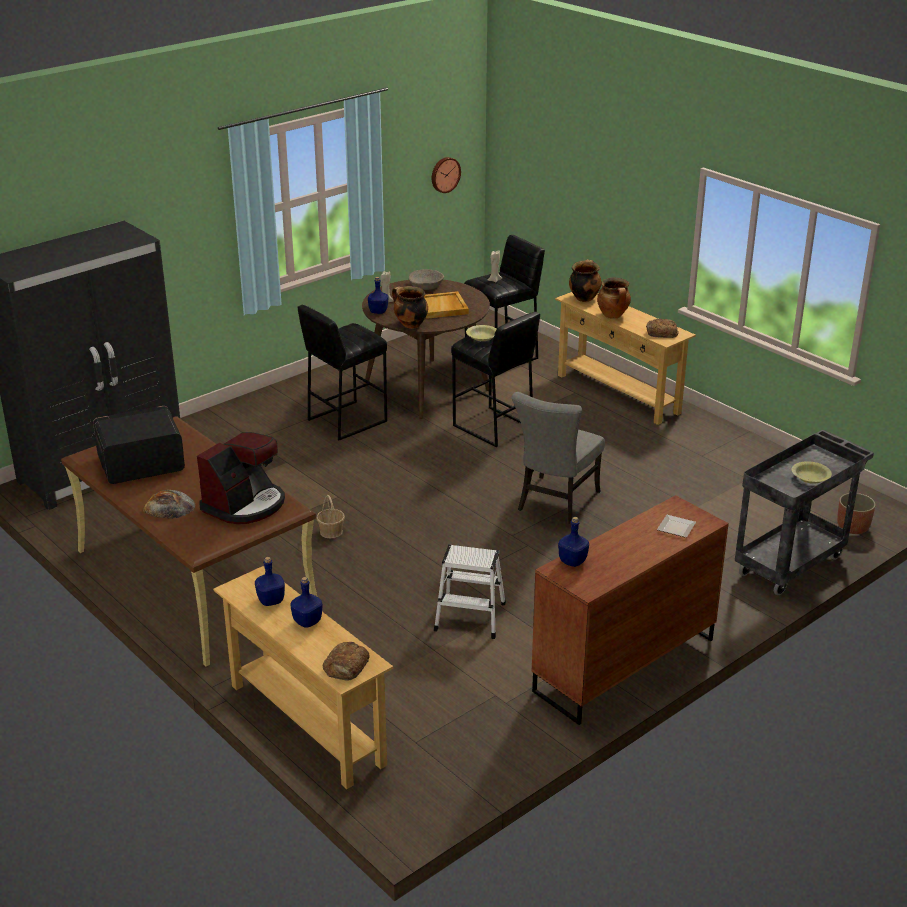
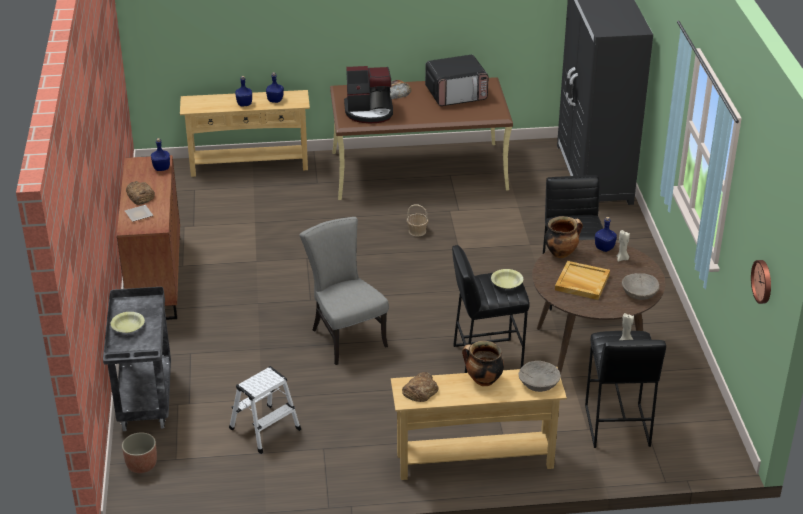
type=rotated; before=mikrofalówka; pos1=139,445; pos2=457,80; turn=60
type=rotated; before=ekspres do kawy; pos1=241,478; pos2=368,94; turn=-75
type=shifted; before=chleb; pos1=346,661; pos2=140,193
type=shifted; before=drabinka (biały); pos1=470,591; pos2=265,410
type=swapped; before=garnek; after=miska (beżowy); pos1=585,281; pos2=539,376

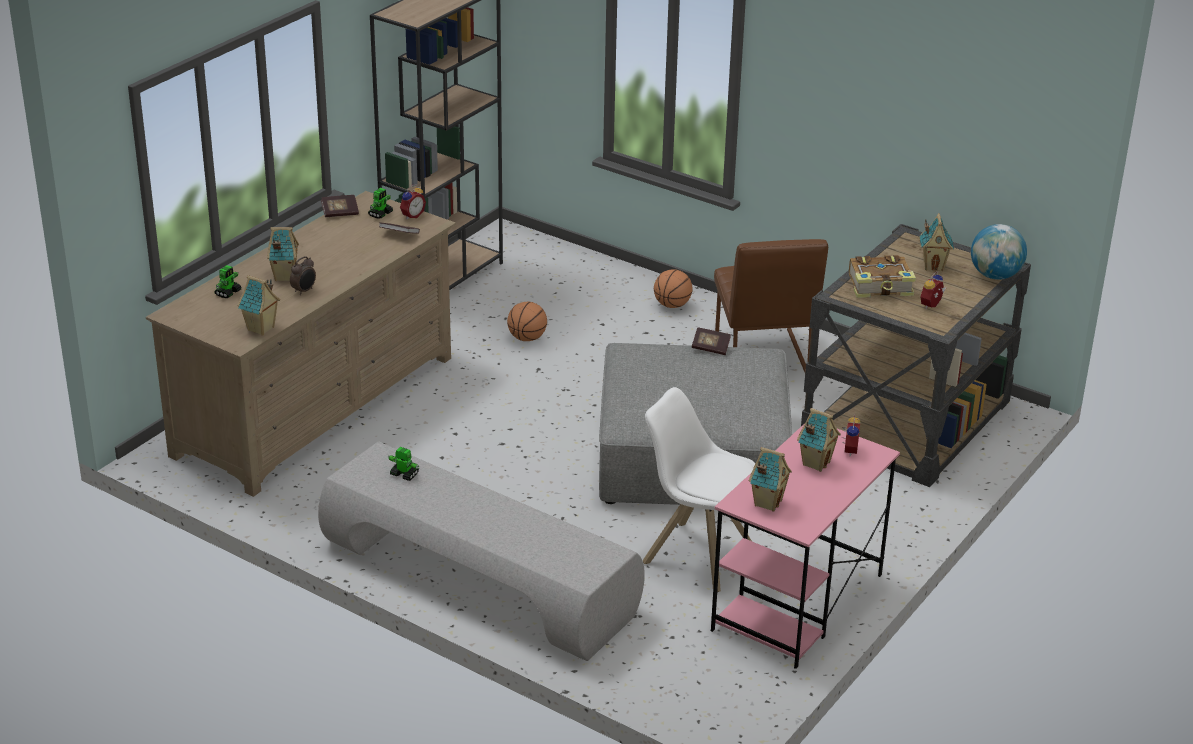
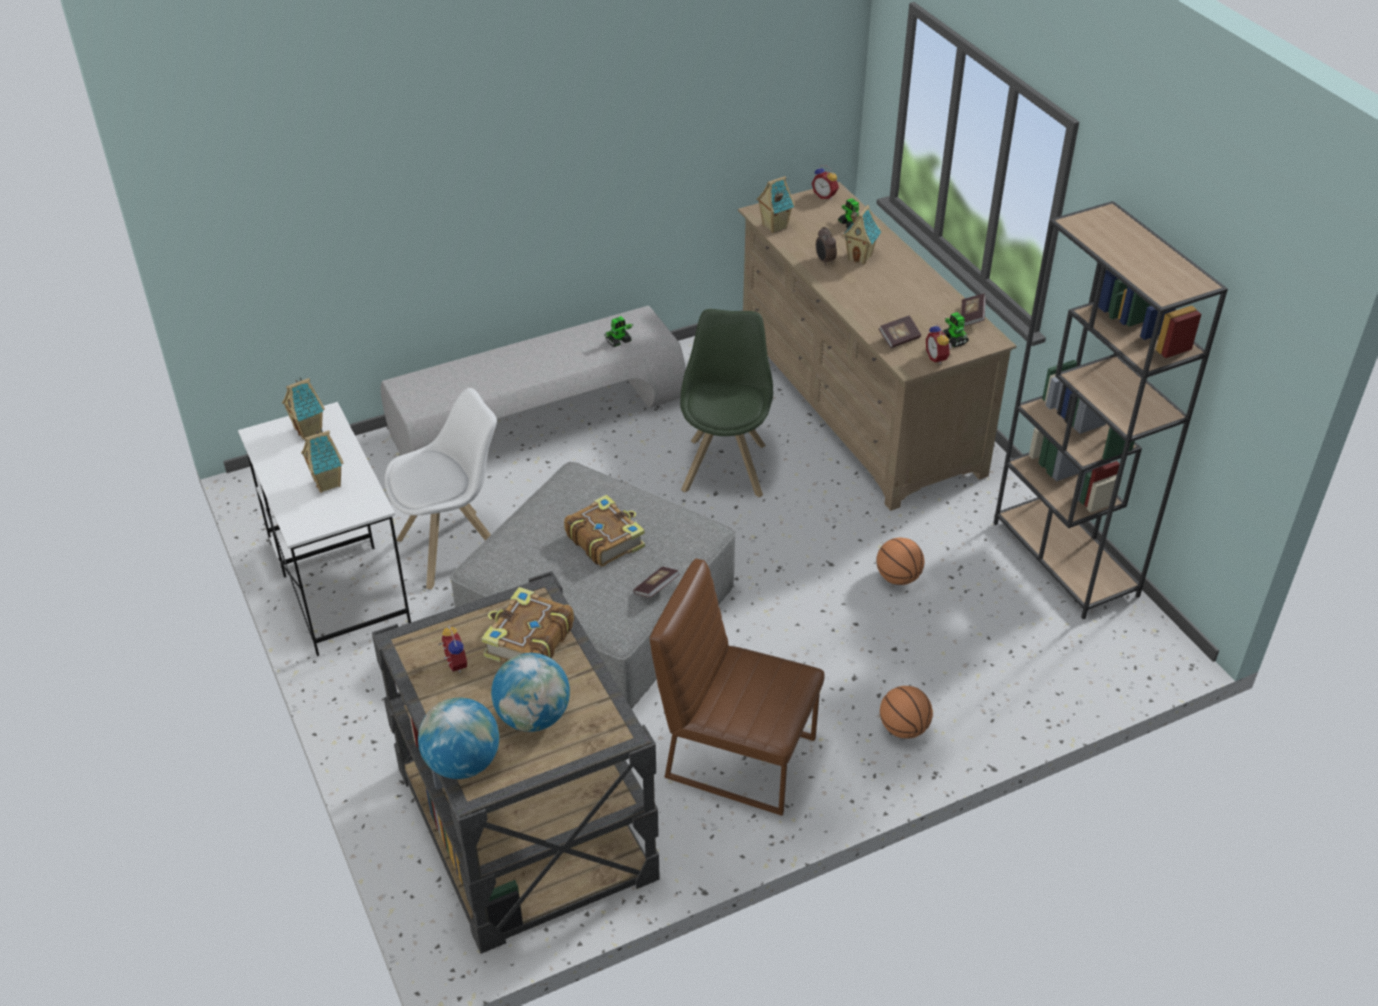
type=repainted; before=biurko (różowy); after=biurko (biały); pos1=805,546; pos2=324,529
type=shifted; before=budzik; pos1=850,435; pos2=825,182
type=swapped; before=domek; after=globus; pos1=937,242; pos2=530,692
type=new; after=książka; pos2=604,531
type=new; after=krzesło (zielony); pos2=726,403

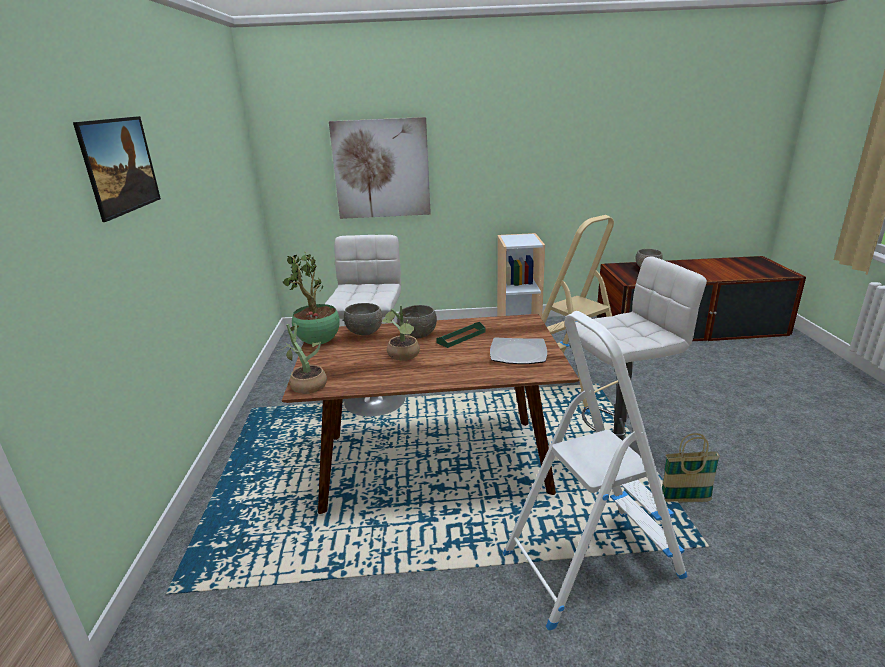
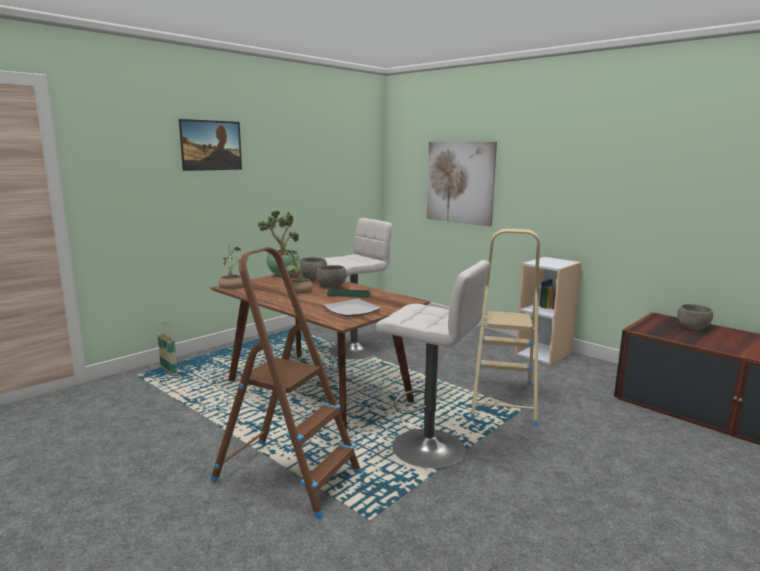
type=repainted; before=drabinka (biały); after=drabinka (brązowy); pos1=595,470; pos2=286,383
type=shifted; before=koszyk; pos1=691,467; pos2=167,349

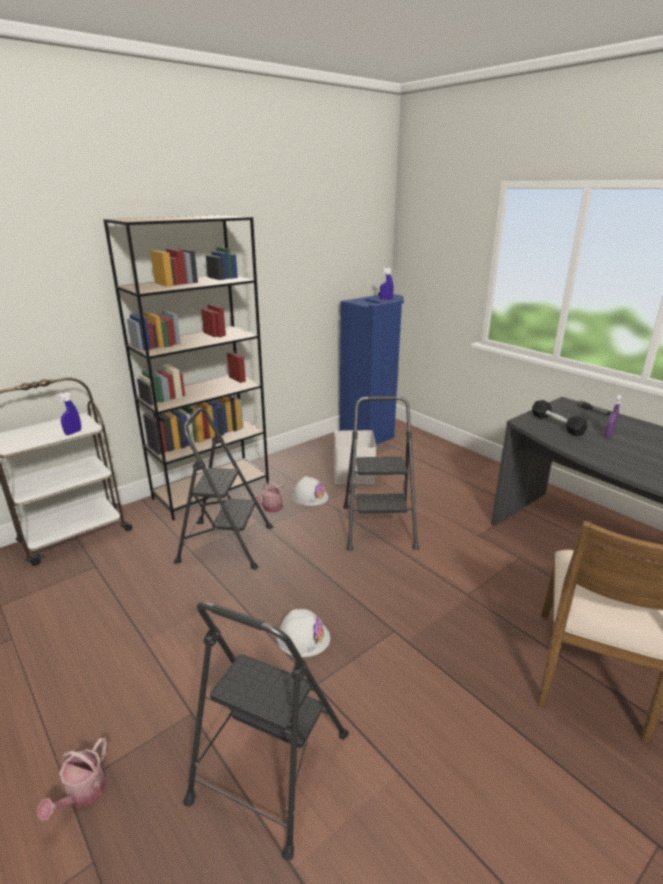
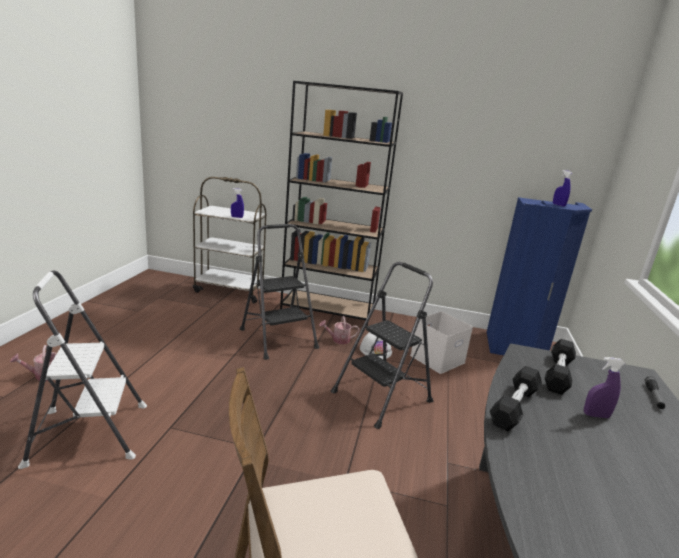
type=repainted; before=drabinka (czarny); after=drabinka (biały); pos1=266,731; pos2=82,370
type=gone; before=kask (biały); pos1=303,633
type=new; after=hantel (czarny); pos2=516,399

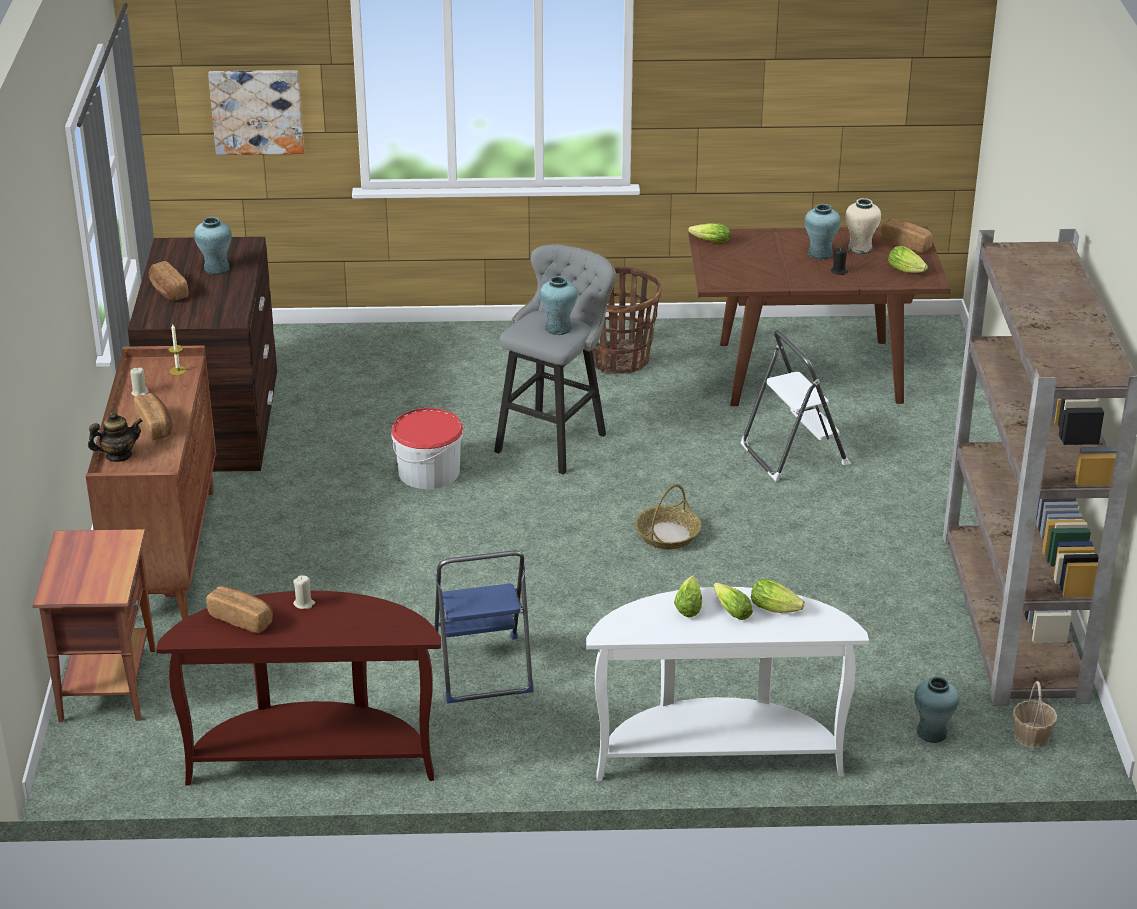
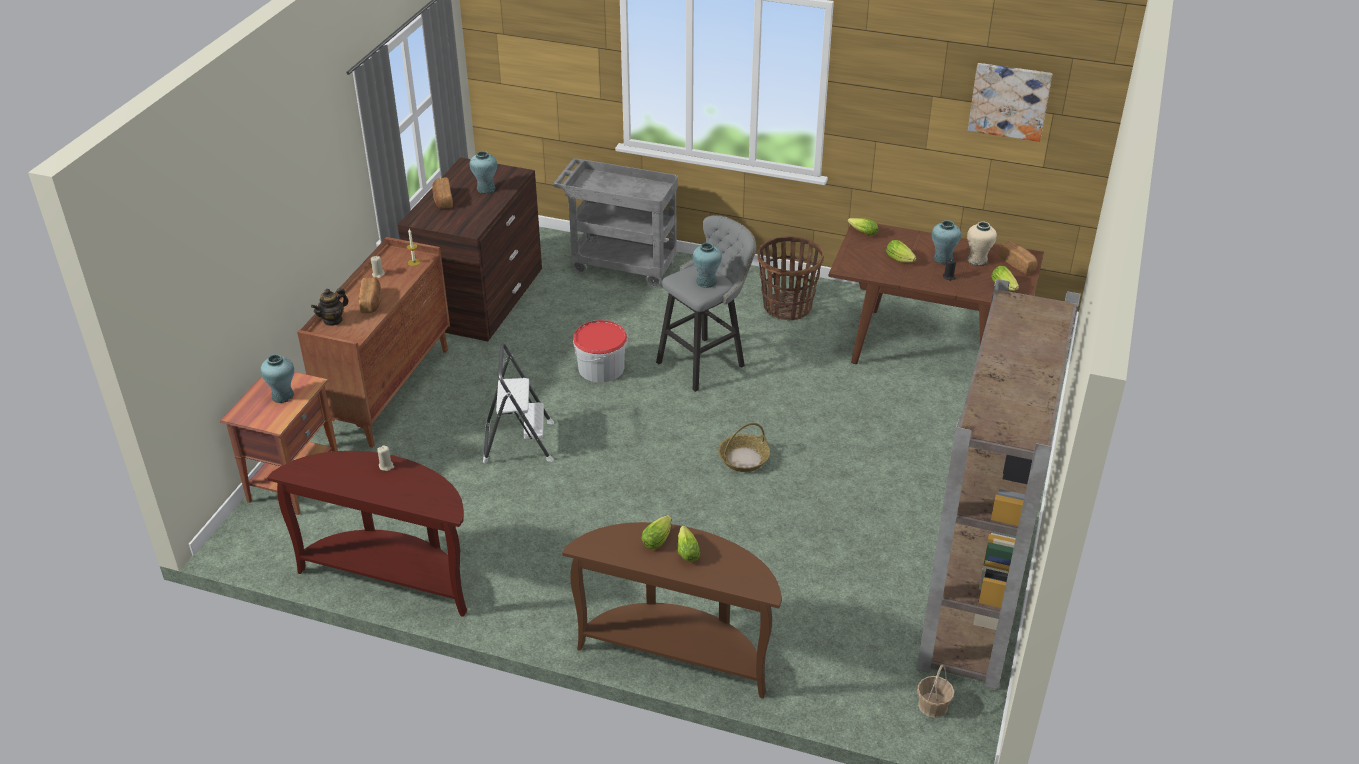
type=rotated; before=imbryk; pos1=115,437; pos2=329,307; turn=135
type=gone; before=chleb; pos1=239,609
type=shifted; before=obraz; pos1=256,112; pos2=1010,102
type=gone; before=drabinka (niebieski); pos1=484,627
type=repainted; before=stolik konsolowy (biały); after=stolik konsolowy (brązowy); pos1=727,684; pos2=672,610
type=shifted; before=drabinka (biały); pos1=795,406; pos2=518,404
type=shifted; before=sałata; pos1=778,596; pos2=901,251
type=shifted; before=wazon (turkusowy); pos1=936,710; pos2=277,378
type=new; after=wózek (szary); pos2=616,222

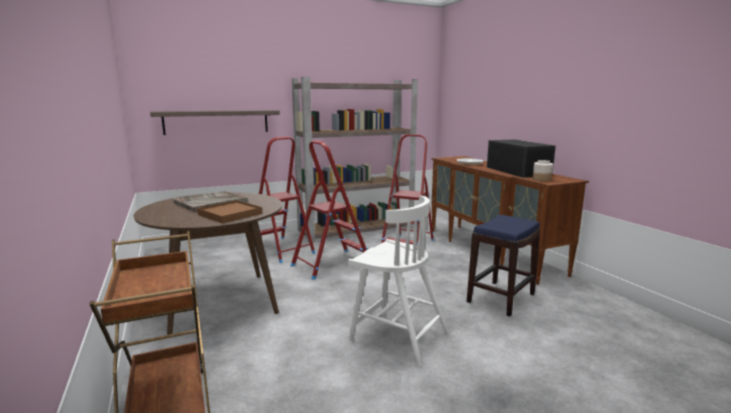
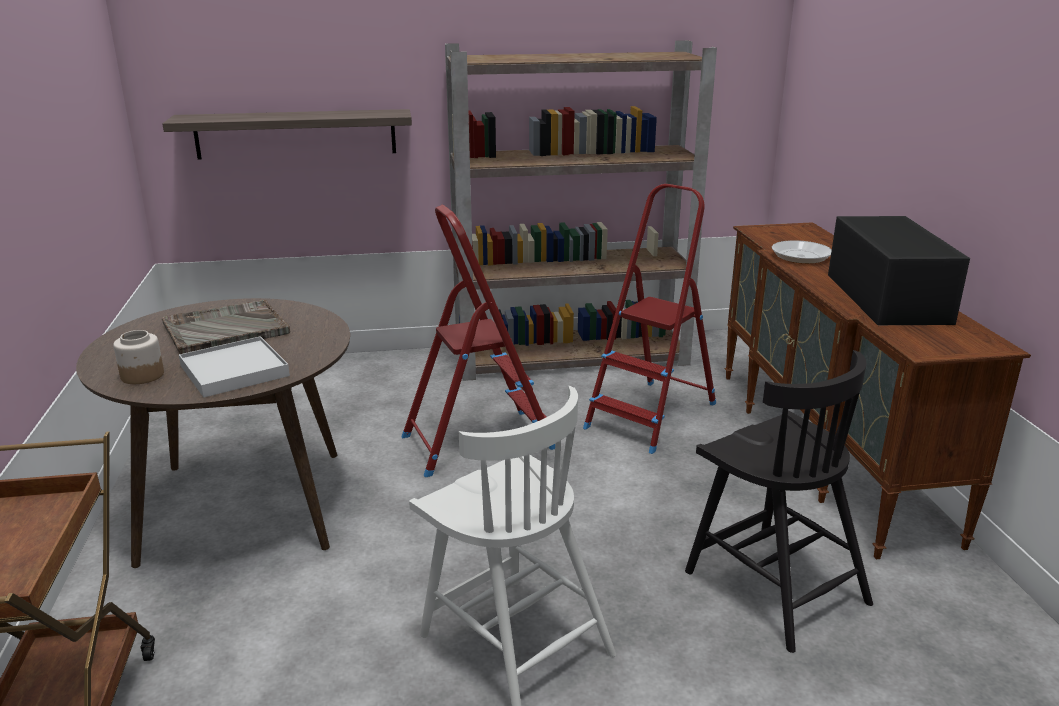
type=repainted; before=taca (brązowy); after=taca (biały); pos1=229,211; pos2=234,366
type=gone; before=drabinka (czerwony); pos1=287,200
type=swapped; before=stołek; after=krzesło (czarny); pos1=503,266; pos2=779,501
type=shifted; before=słoik; pos1=543,171; pos2=138,357

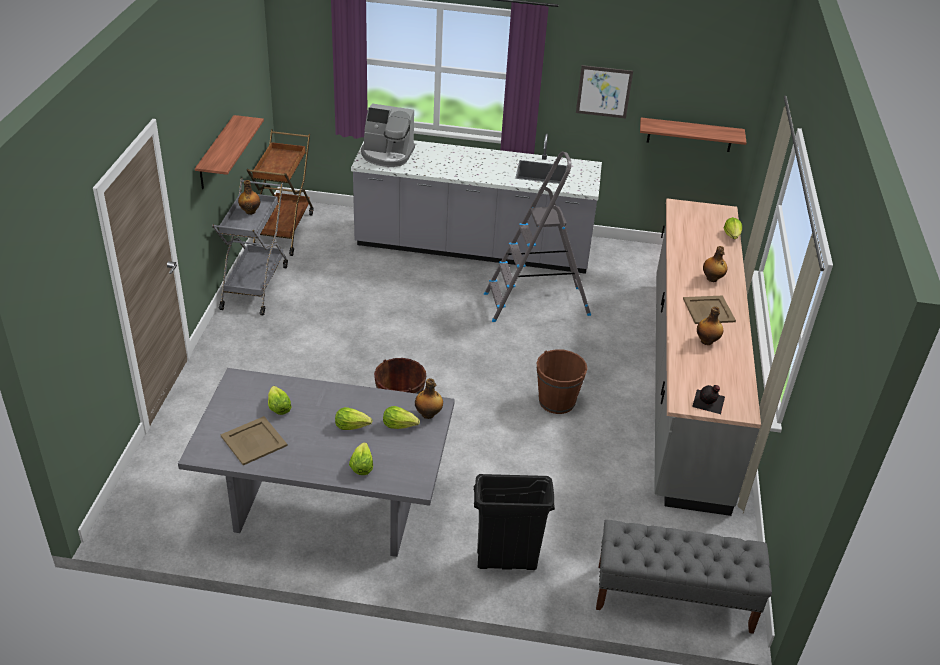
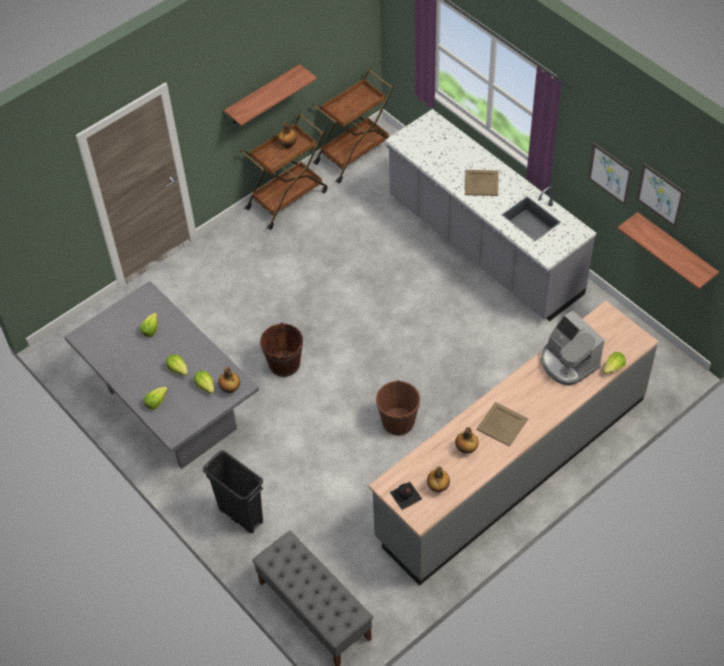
type=repainted; before=wózek (szary); after=wózek (brązowy); pos1=250,247; pos2=284,171
type=shifted; before=taca (beżowy); pos1=254,440; pos2=481,183
type=shifted; before=ekspres do kawy; pos1=388,135; pos2=572,347
type=gone; before=drabinka (szary); pos1=537,236
type=shifted; before=butelka; pos1=715,264; pos2=438,479
type=new; after=obraz; pos2=660,195

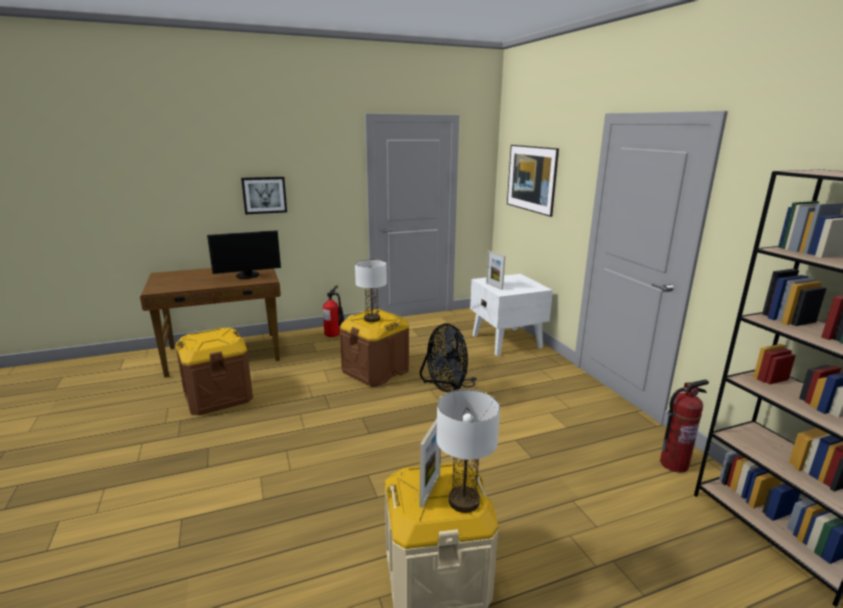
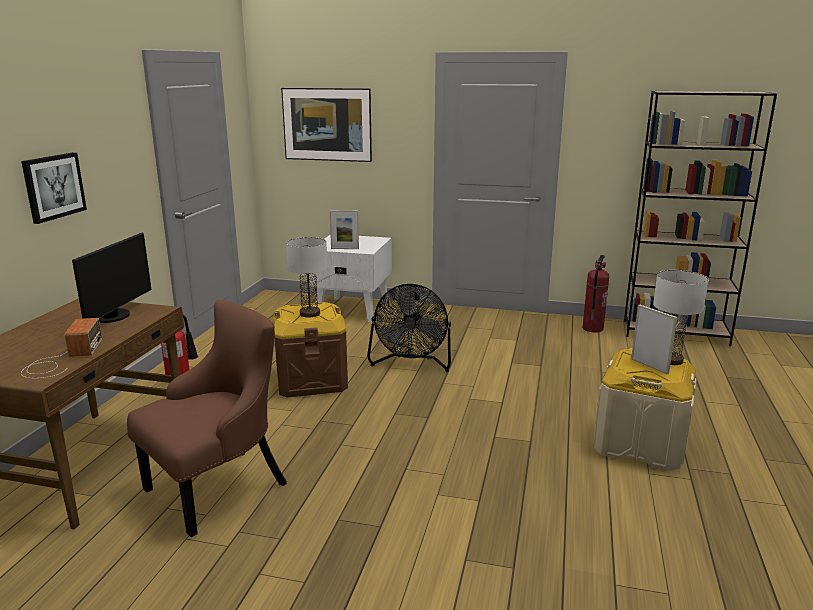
type=swapped; before=pojemnik do przechowywania (brązowy); after=krzesło (brązowy); pos1=214,372; pos2=207,418
type=new; after=radio; pos2=61,348

